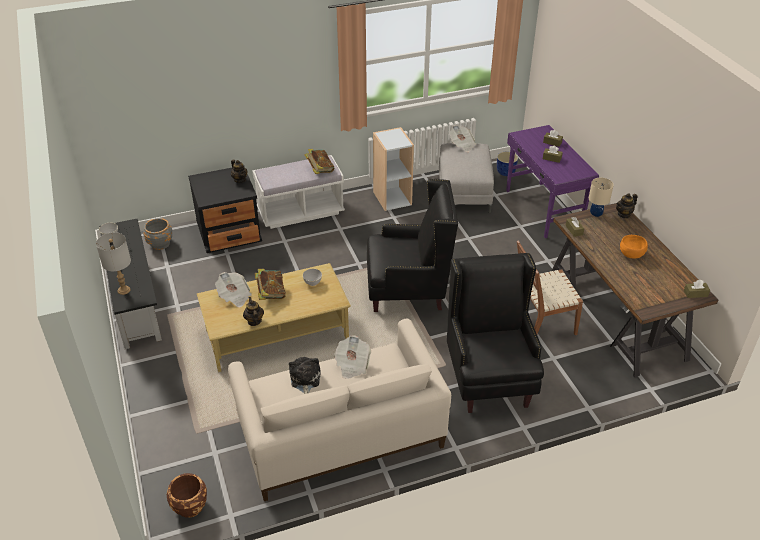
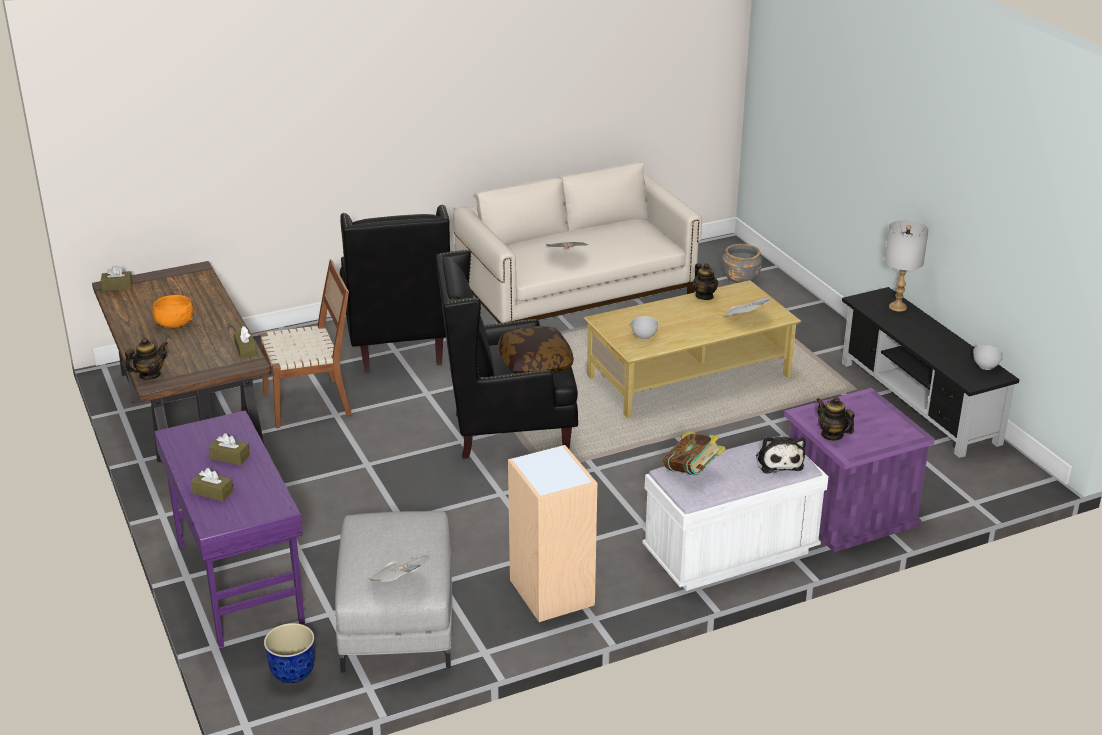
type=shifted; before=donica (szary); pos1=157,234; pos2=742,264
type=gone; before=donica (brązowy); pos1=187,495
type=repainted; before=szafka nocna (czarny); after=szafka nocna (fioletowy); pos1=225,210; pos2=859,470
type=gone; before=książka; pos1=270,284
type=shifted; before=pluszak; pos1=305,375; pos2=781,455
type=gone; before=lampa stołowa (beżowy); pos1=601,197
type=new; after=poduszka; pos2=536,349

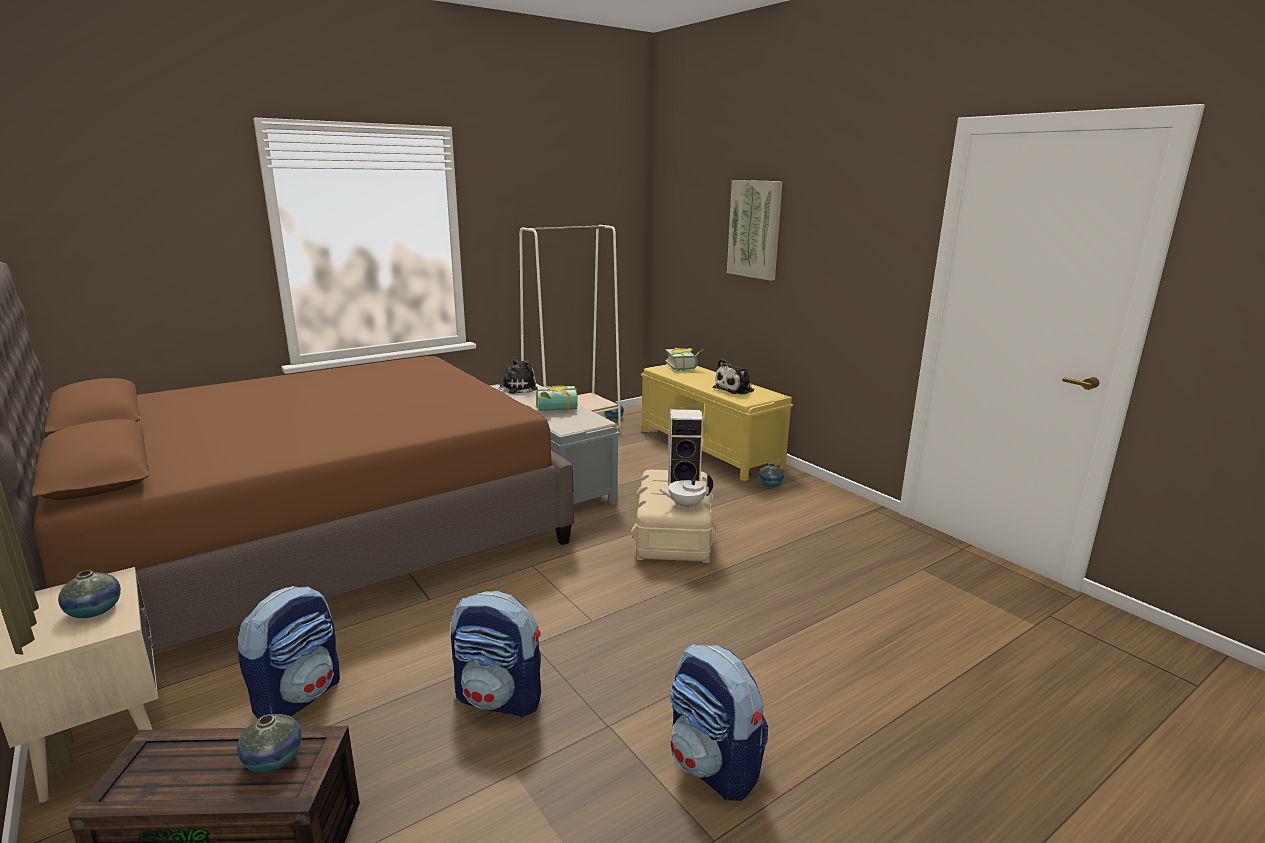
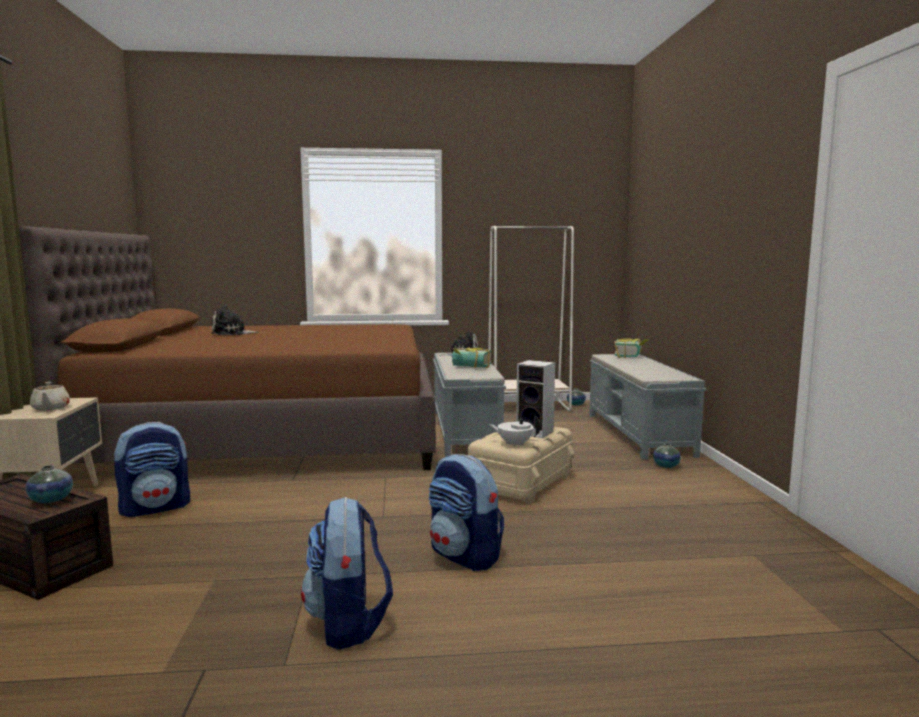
type=swapped; before=wazon; after=imbryk (beżowy); pos1=89,594; pos2=50,396
type=shifted; before=plecak; pos1=496,654; pos2=466,512
type=repainted; before=ławka (żółty); after=ławka (szary); pos1=717,422; pos2=648,407
type=shifted; before=pluszak; pos1=733,377; pos2=235,320
type=gone; before=obraz; pos1=755,230

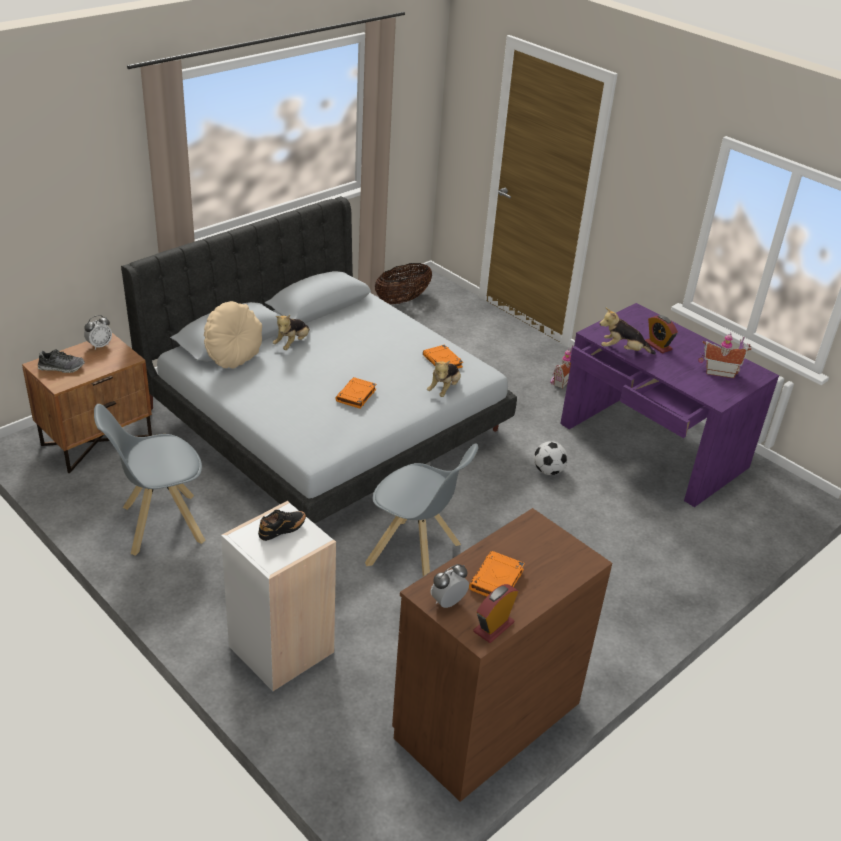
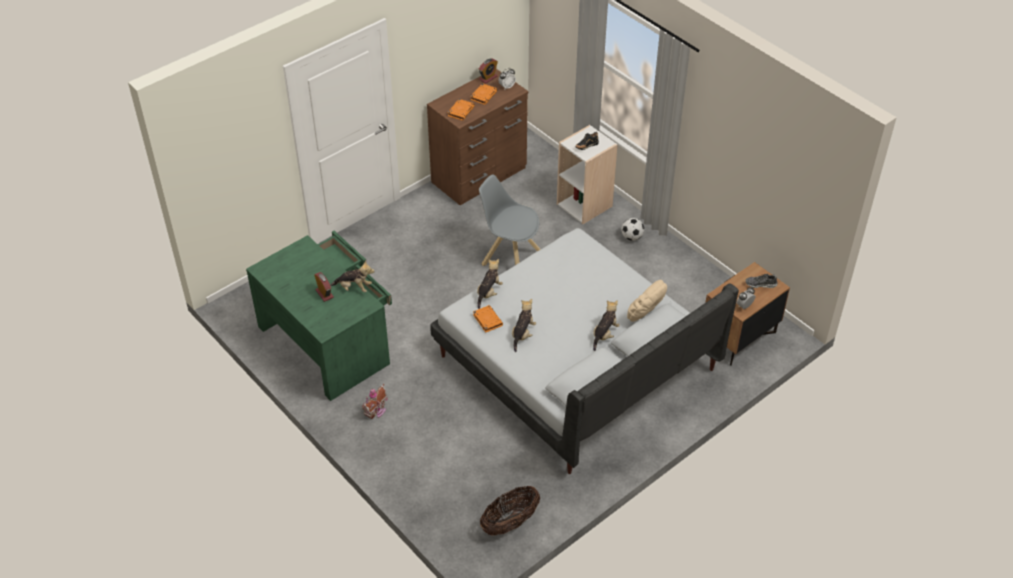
type=gone; before=krzesło (szary); pos1=149,480
type=shifted; before=książka (pomarańczowy); pos1=356,393; pos2=461,110
type=shifted; before=piłka futbolowa; pos1=551,458; pos2=632,229
type=repainted; before=biurko (fioletowy); after=biurko (zielony); pos1=669,405; pos2=319,316
type=gone; before=domek; pos1=725,355
type=new; after=pluszak; pos2=524,325

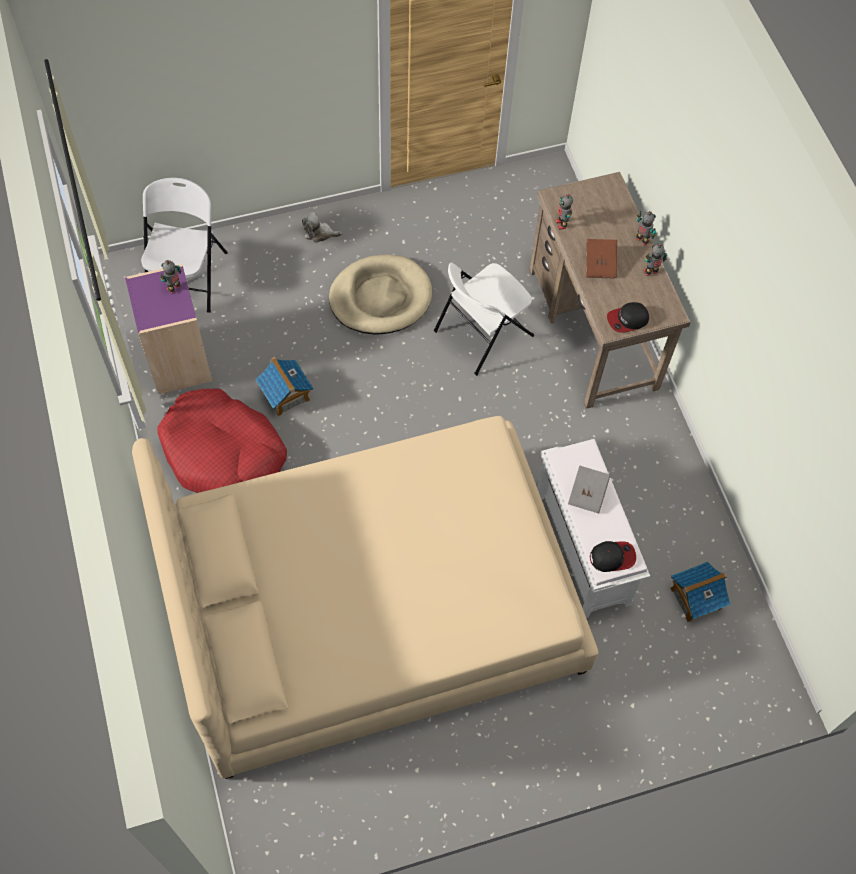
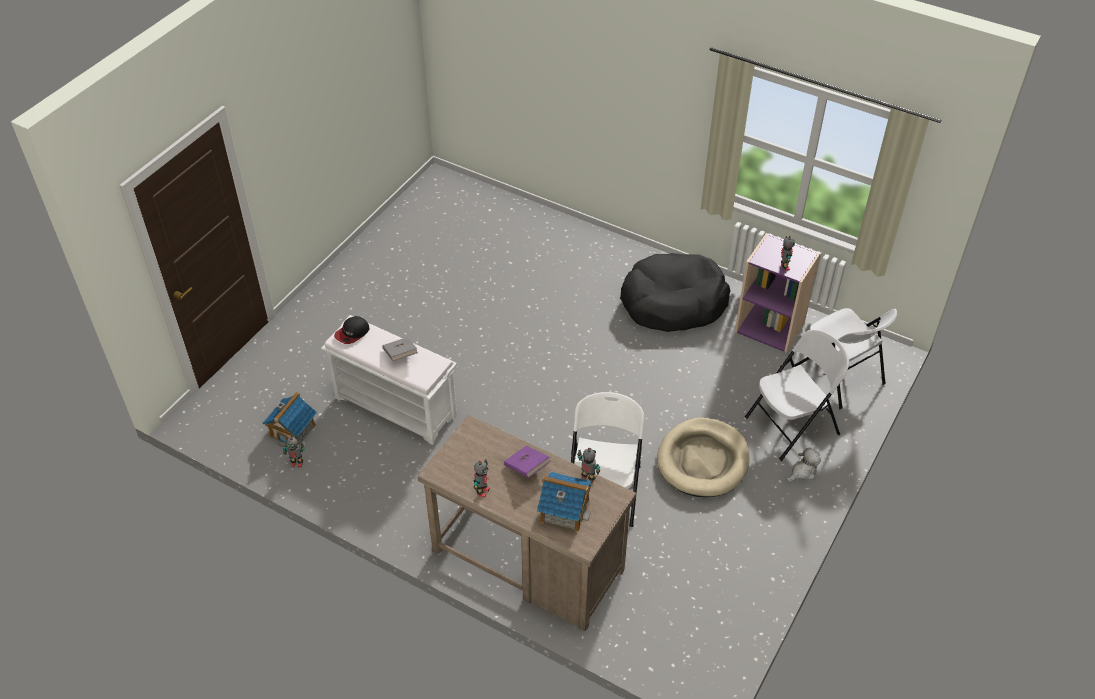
type=gone; before=łóżko (beżowy); pos1=365,597
type=repainted; before=legowisko (czerwony); after=legowisko (czarny); pos1=222,440; pos2=675,292
type=shifted; before=domek; pos1=284,386; pos2=564,501
type=repainted; before=książka (brązowy); after=książka (fioletowy); pos1=601,259; pos2=527,461
type=gone; before=czapka z daszkiem; pos1=628,317
type=shifted; before=robot zabawkowy; pos1=646,228; pos2=294,451
type=new; after=krzesło (biały); pos2=797,395

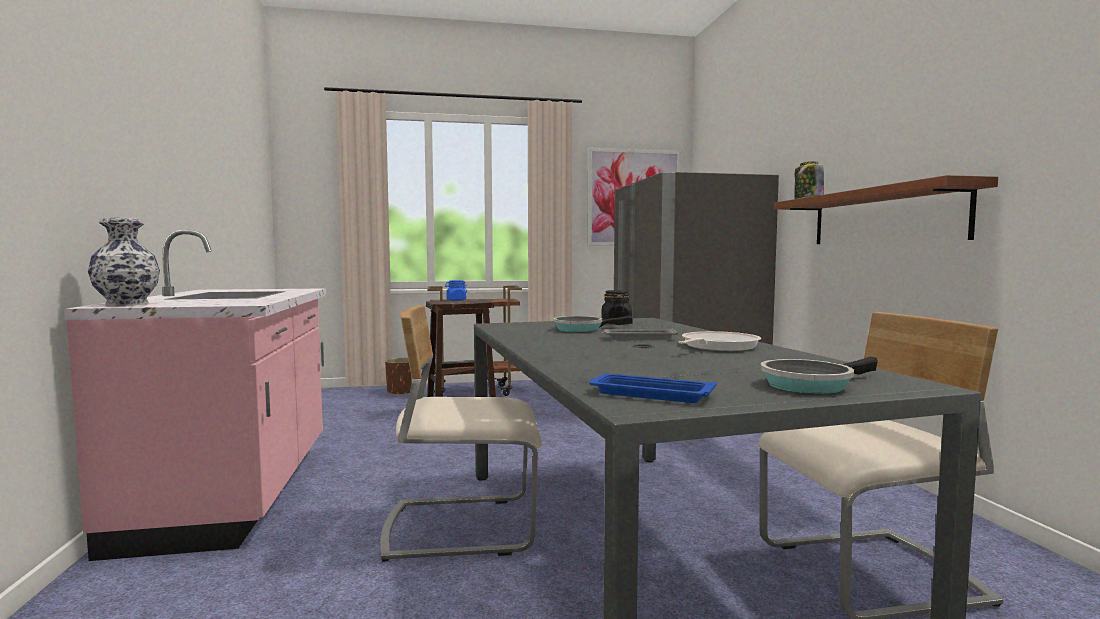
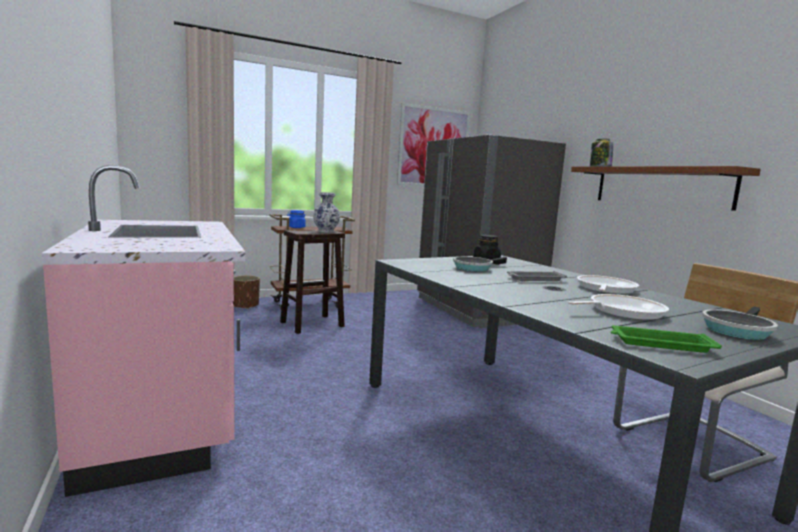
type=shifted; before=wazon; pos1=124,261; pos2=326,212
type=gone; before=krzesło (beżowy); pos1=461,433
type=repainted; before=taca (niebieski); after=taca (zielony); pos1=652,388; pos2=666,339
type=new; after=patelnia; pos2=618,307

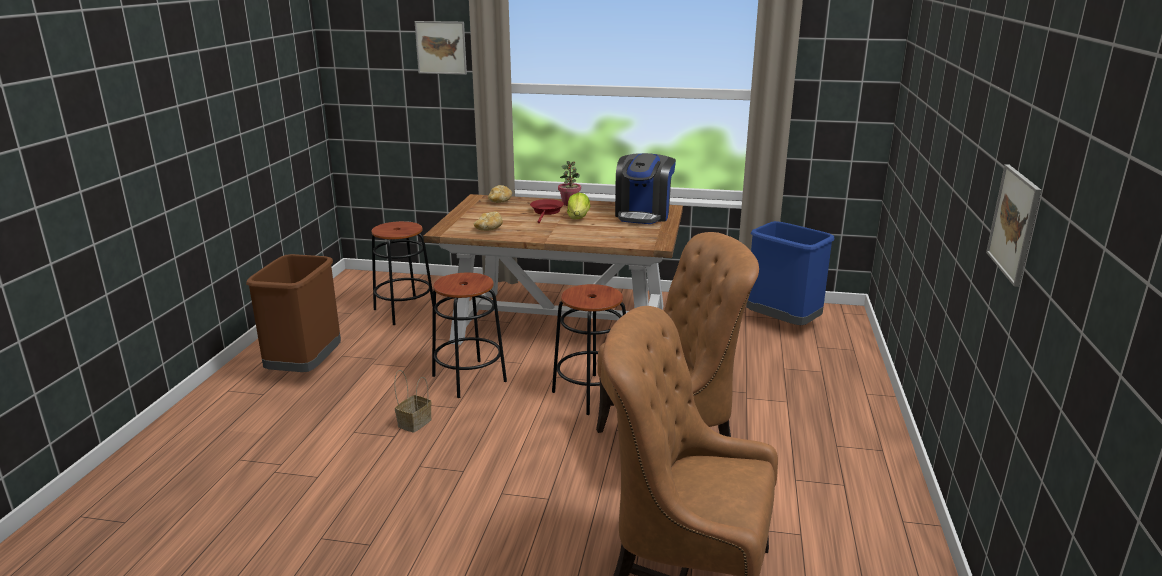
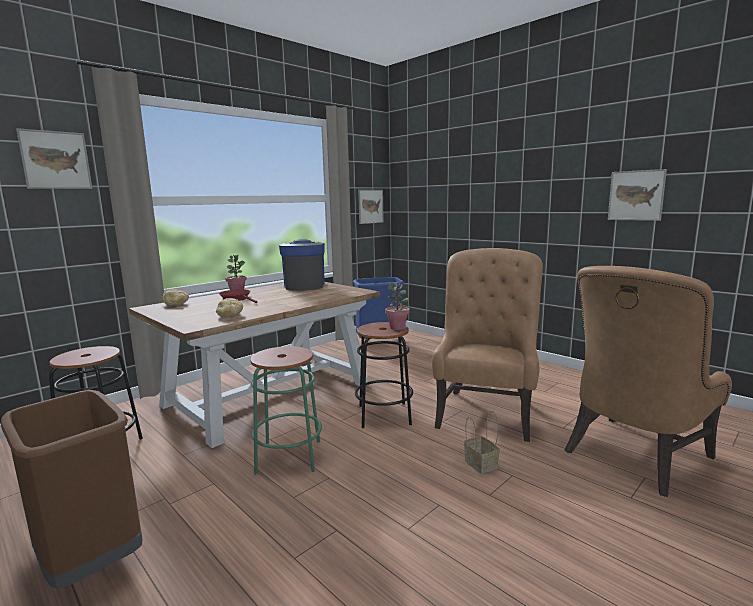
type=shifted; before=koszyk; pos1=413,401; pos2=482,442
type=repainted; before=stołek (czarny); after=stołek (zielony); pos1=469,335; pos2=286,410
type=gone; before=sałata; pos1=578,205
type=rotated; before=ekspres do kawy; pos1=645,188; pos2=302,265; turn=-150
type=new; after=obraz; pos2=371,207
type=new; after=roślina doniczkowa; pos2=397,306

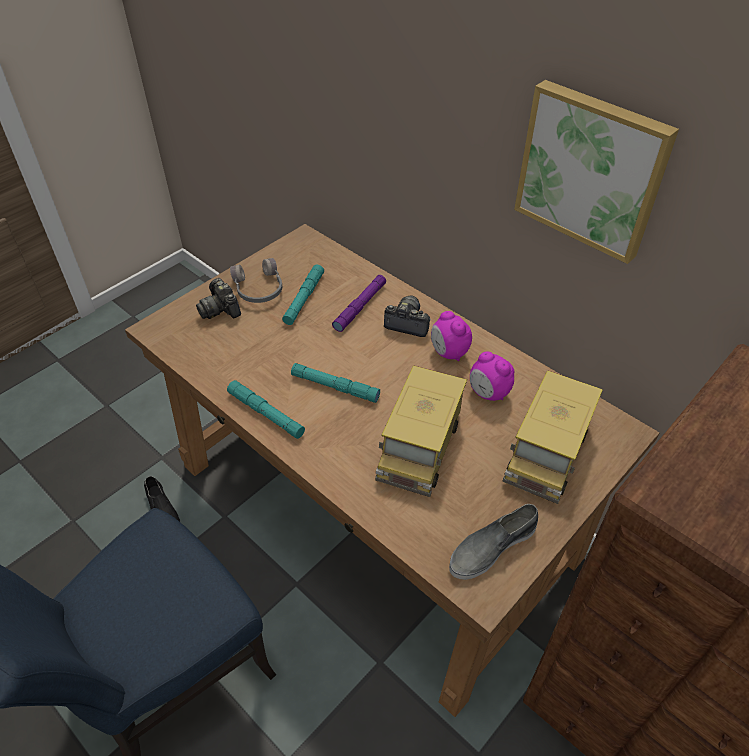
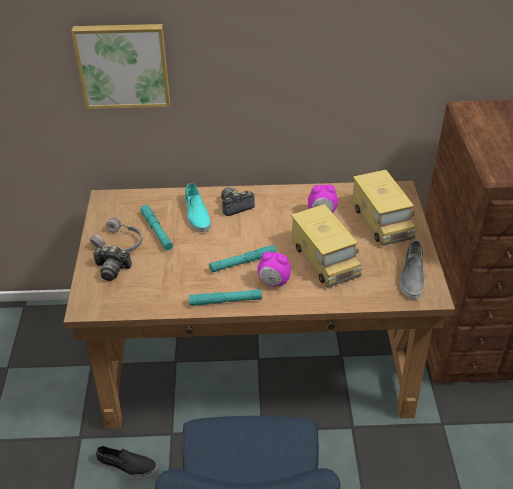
type=swapped; before=latarka (fioletowy); after=but (turkusowy); pos1=359,303; pos2=198,207
type=shifted; before=budzik; pos1=451,336; pos2=274,269
type=shifted; before=obraz; pos1=596,172; pos2=120,66

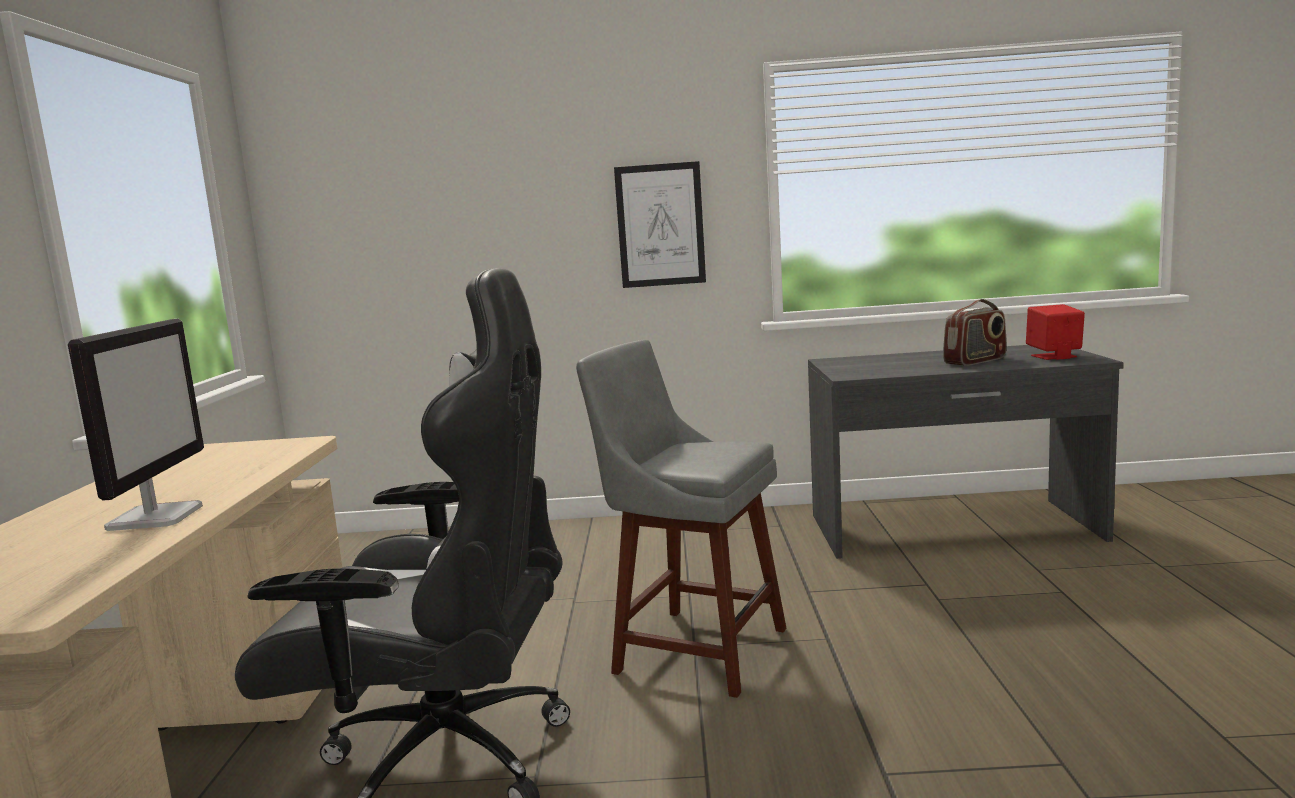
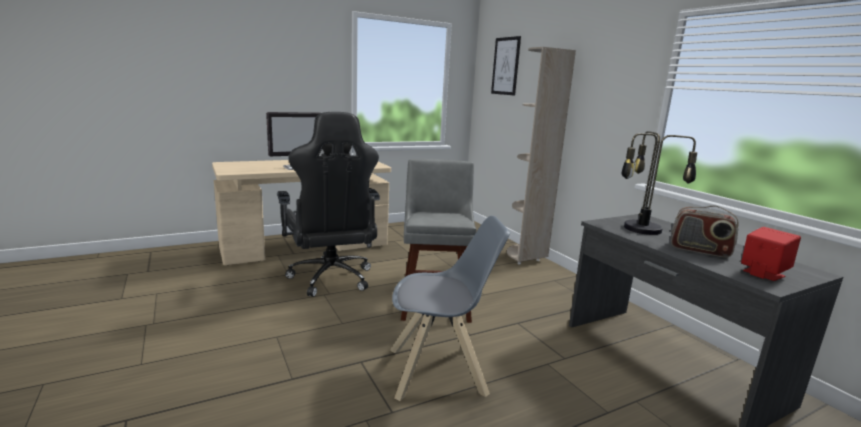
type=shifted; before=obraz; pos1=660,224; pos2=506,66
type=new; after=krzesło (szary); pos2=450,308
type=new; after=regał (beżowy); pos2=541,155
type=new; after=lampa stołowa; pos2=659,183

